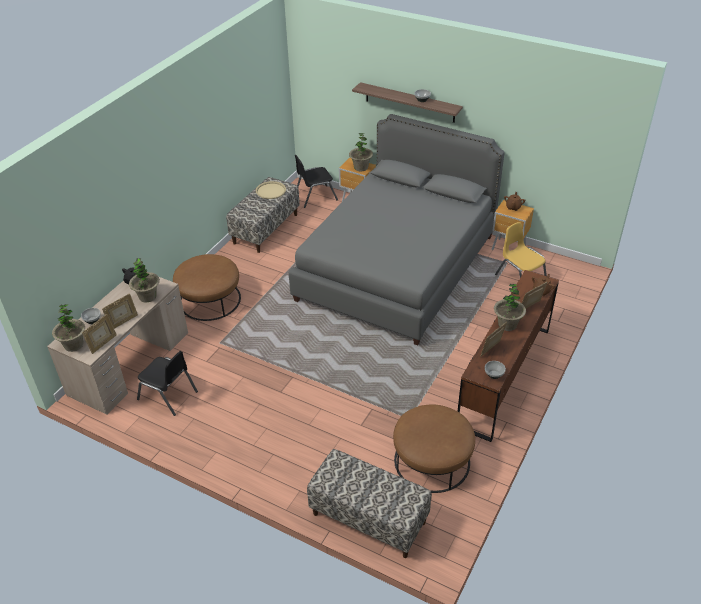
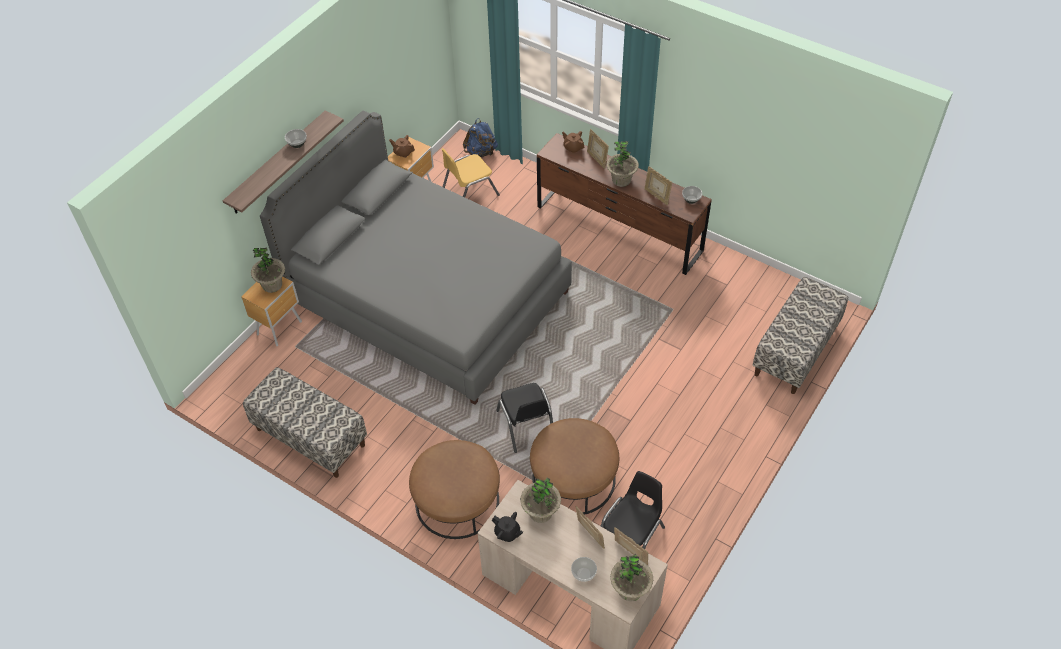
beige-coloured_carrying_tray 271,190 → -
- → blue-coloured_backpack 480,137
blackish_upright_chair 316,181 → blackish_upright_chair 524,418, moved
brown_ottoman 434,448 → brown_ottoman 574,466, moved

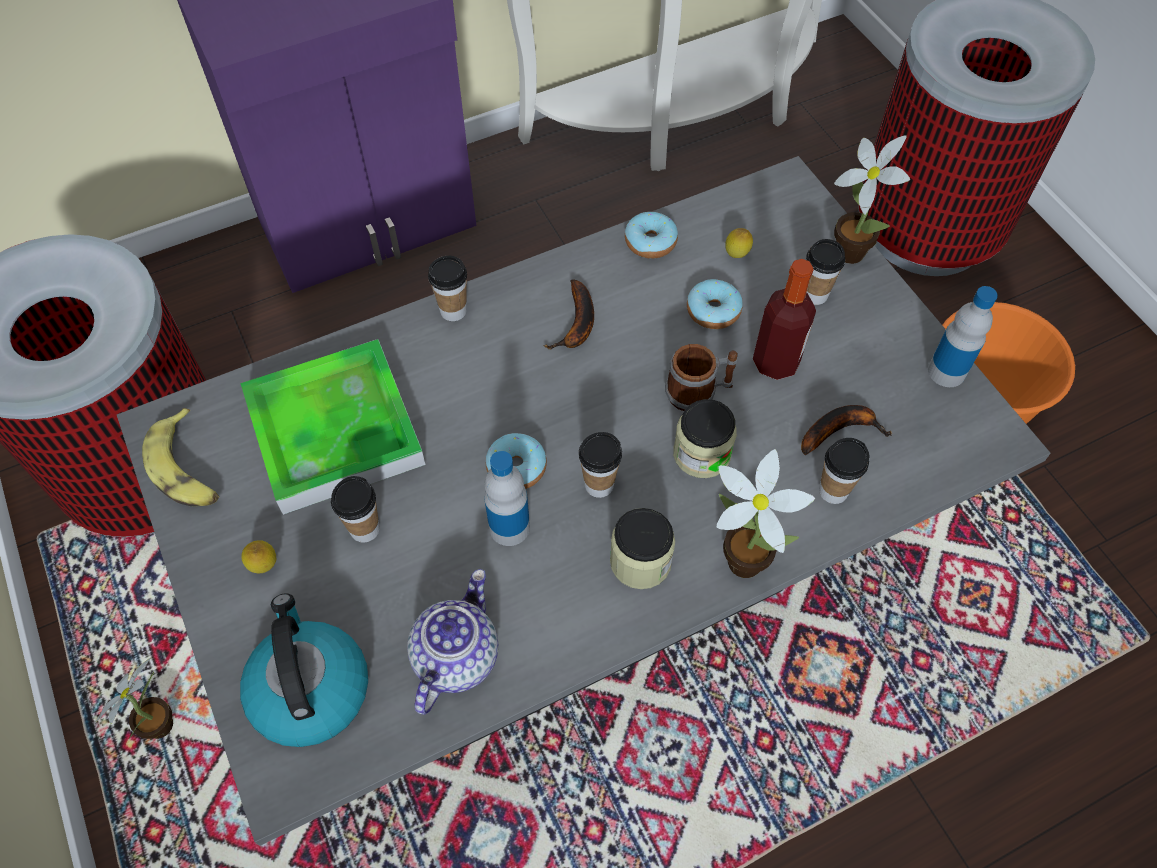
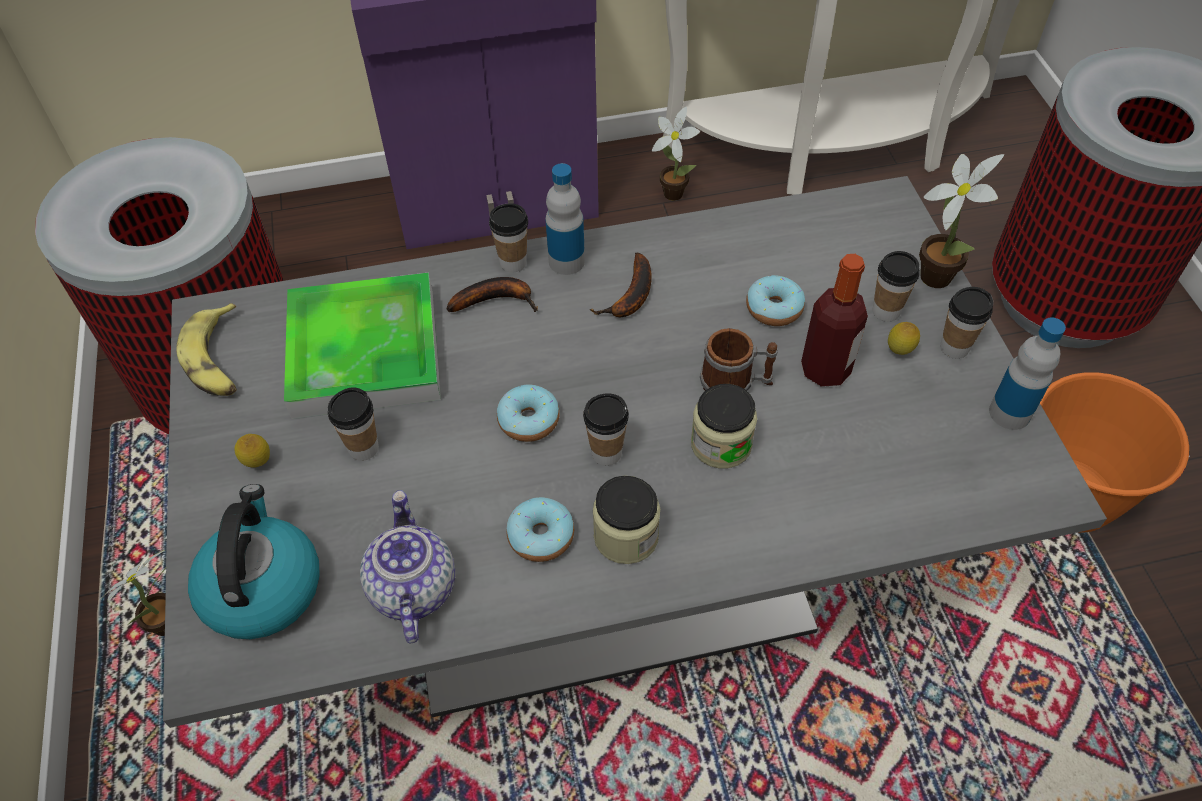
bottle 507,498 → bottle 565,219, moved
ring_doughnut 651,235 → ring_doughnut 540,529, moved
houseplant 766,513 → houseplant 676,153, moved
lemon 739,243 → lemon 904,338, moved
banana_fruit 846,430 → banana_fruit 492,294, moved
drinking_cup 844,471 → drinking_cup 966,323, moved
teapot 452,642 → teapot 407,567, 45 degrees counterclockwise

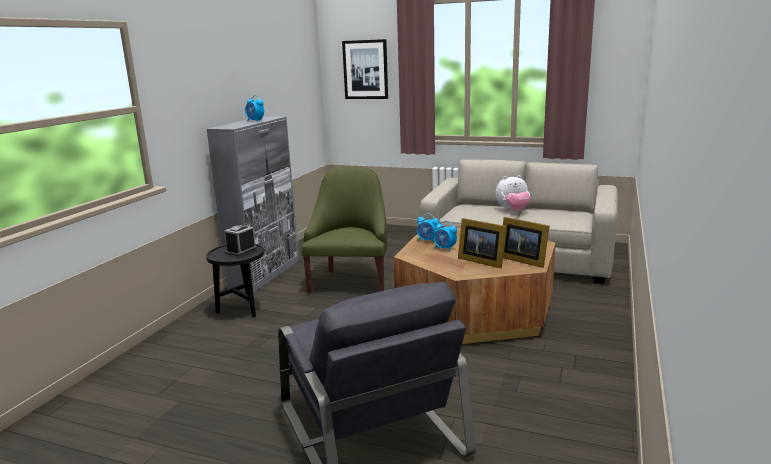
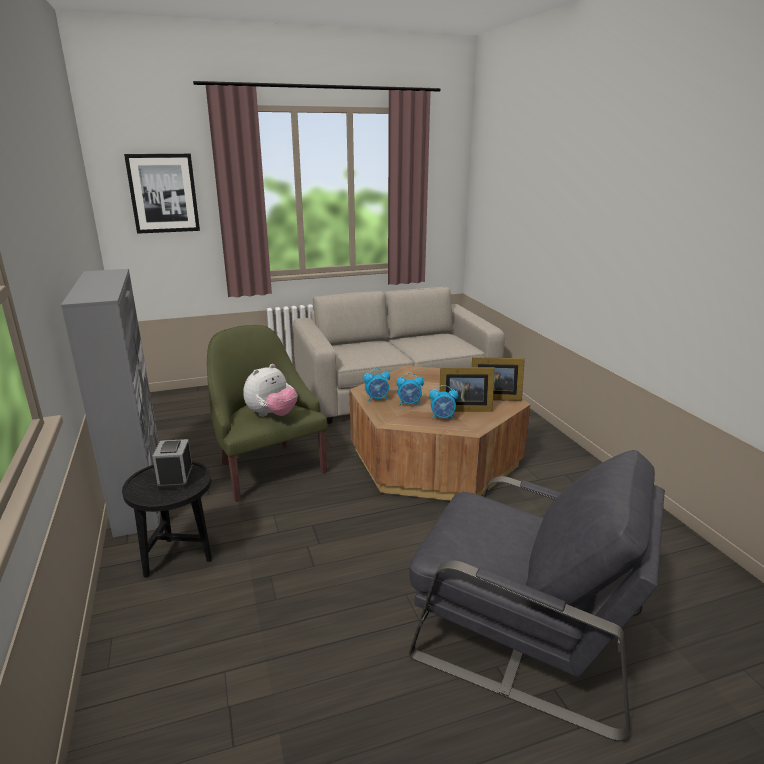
alarm_clock 254,108 → alarm_clock 443,402, moved
plush_toy 512,193 → plush_toy 270,390, moved

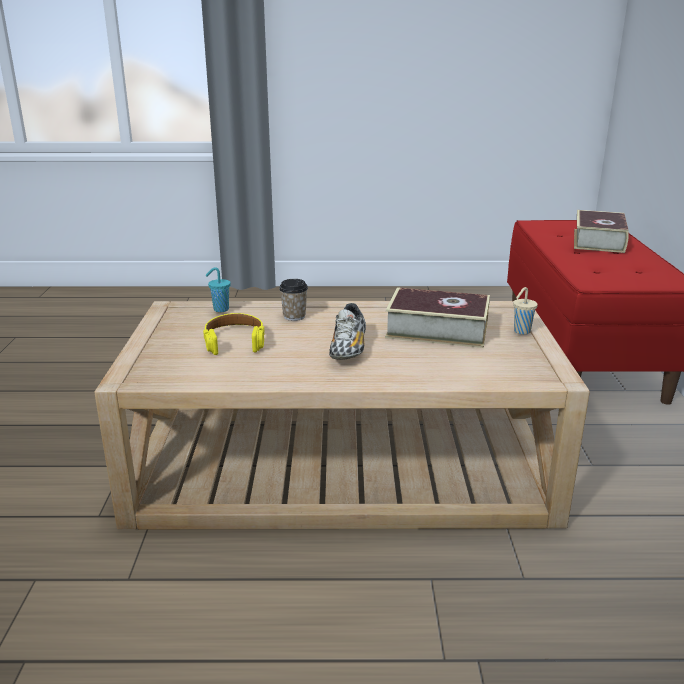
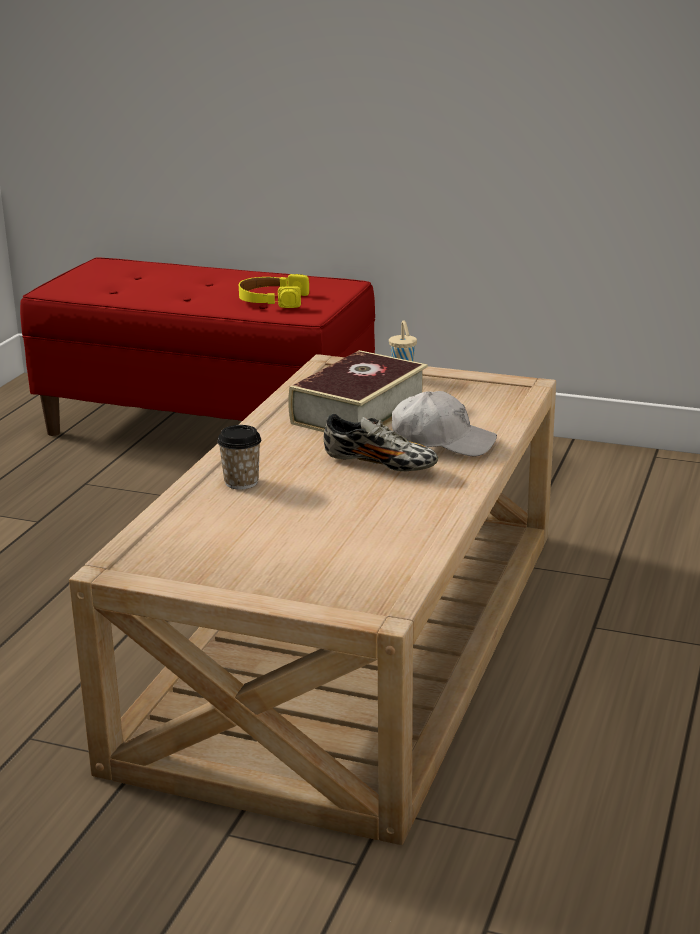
blue-green_drinking_cup 218,289 → -
bound_book 601,231 → -
- → white-coloured_peaked_cap 444,424
yellow_pair_of_headphones 234,334 → yellow_pair_of_headphones 274,291, moved

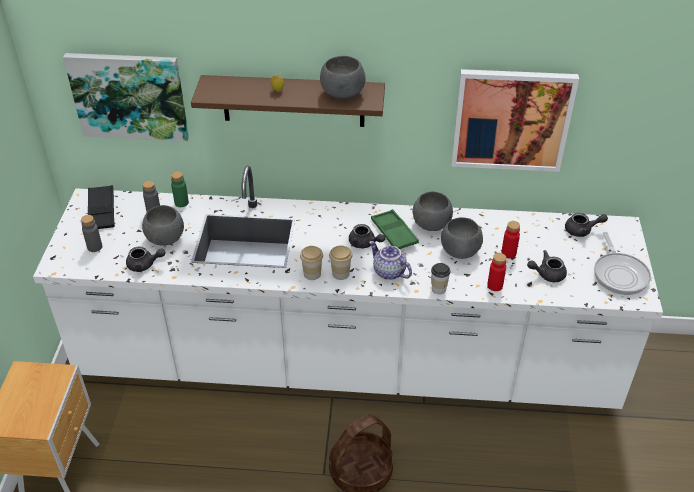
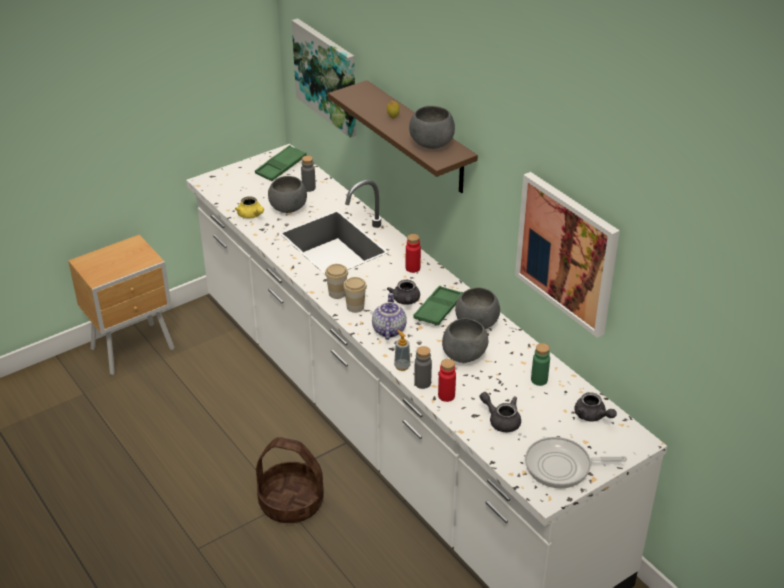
gray_bottle 91,233 → gray_bottle 423,367, moved
green_bottle 180,189 → green_bottle 540,364, moved
reddish_bottle 510,239 → reddish_bottle 413,253, moved
drinking_cup 440,278 → soap_bottle 402,350
blackish_carrying_tray 101,207 → green_carrying_tray 281,163
gray_teapot 146,259 → yellow_teapot 249,207
skillet 622,263 → skillet 576,463, 45 degrees clockwise

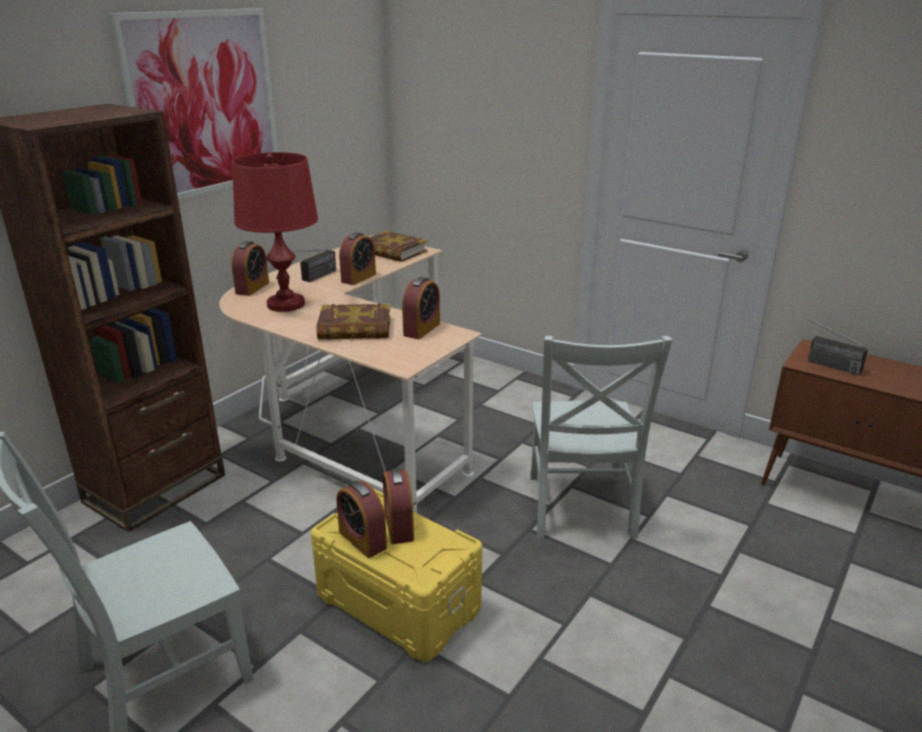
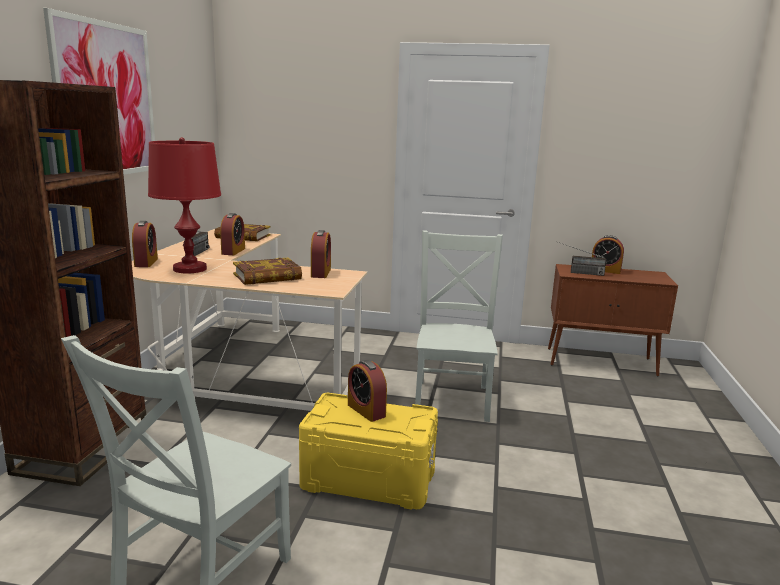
alarm_clock 361,519 → alarm_clock 608,254, moved
gray_upright_chair 601,437 → gray_upright_chair 459,326, 150 degrees counterclockwise

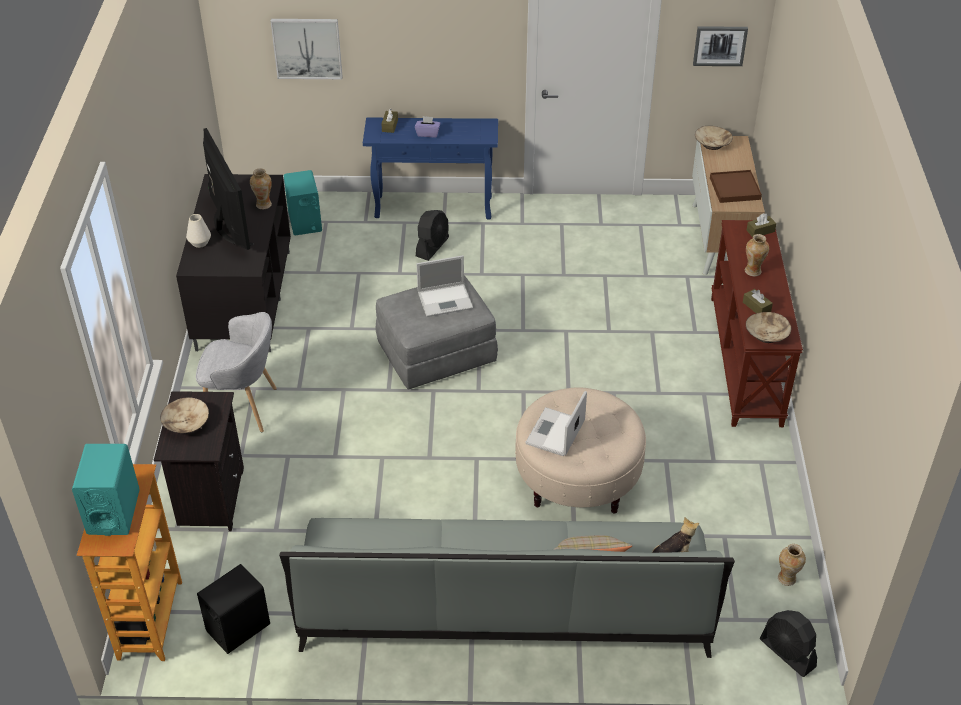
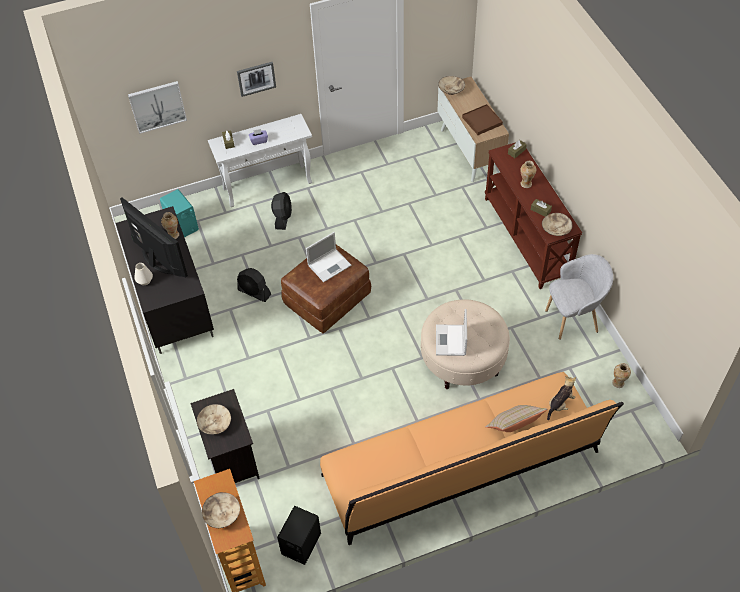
gray_easy_chair 236,372 → gray_easy_chair 579,297, moved
picture 720,46 → picture 256,79, moved
blackish_cooling_fan 788,643 → blackish_cooling_fan 254,285, moved
blue-green_speaker 106,490 → beige-coloured_serving_bowl 221,510
gray_sofa 507,588 → orange_sofa 472,458
blue-coloured_console_table 430,168 → white-coloured_console_table 260,160
gray_ottoman 436,333 → brown_ottoman 326,289

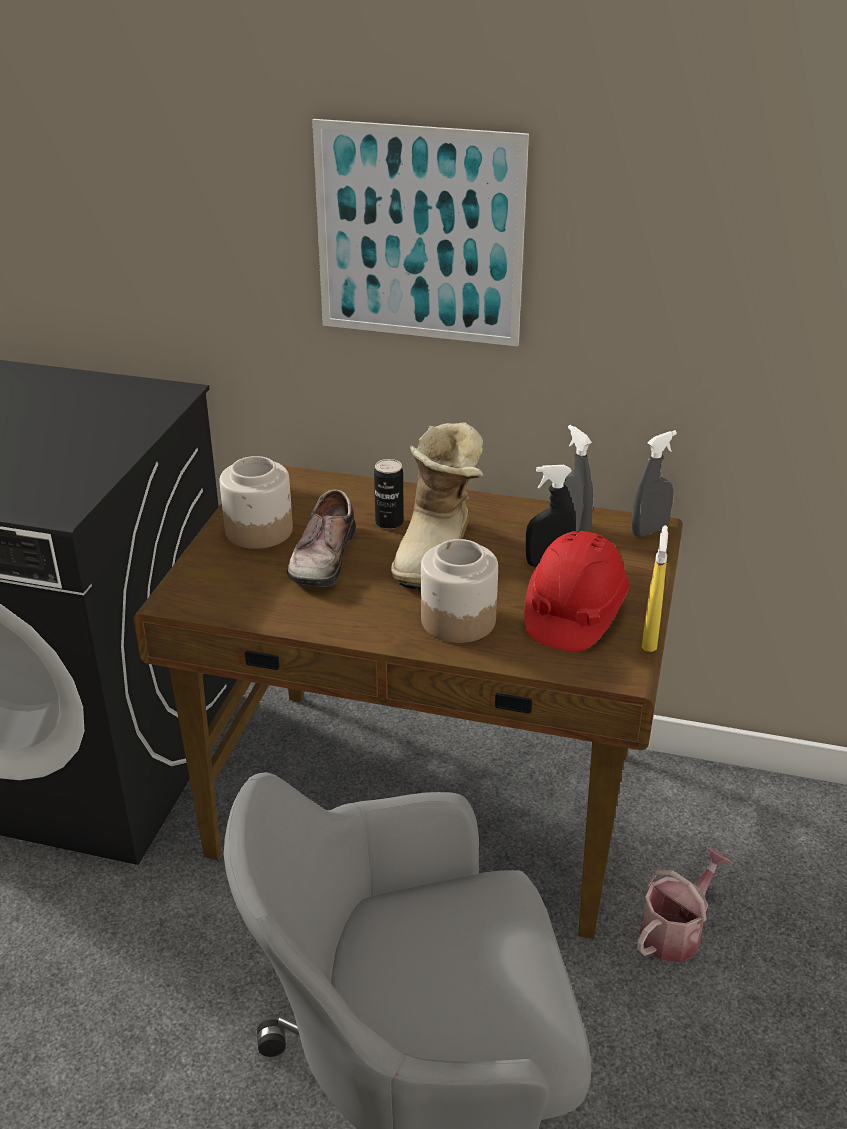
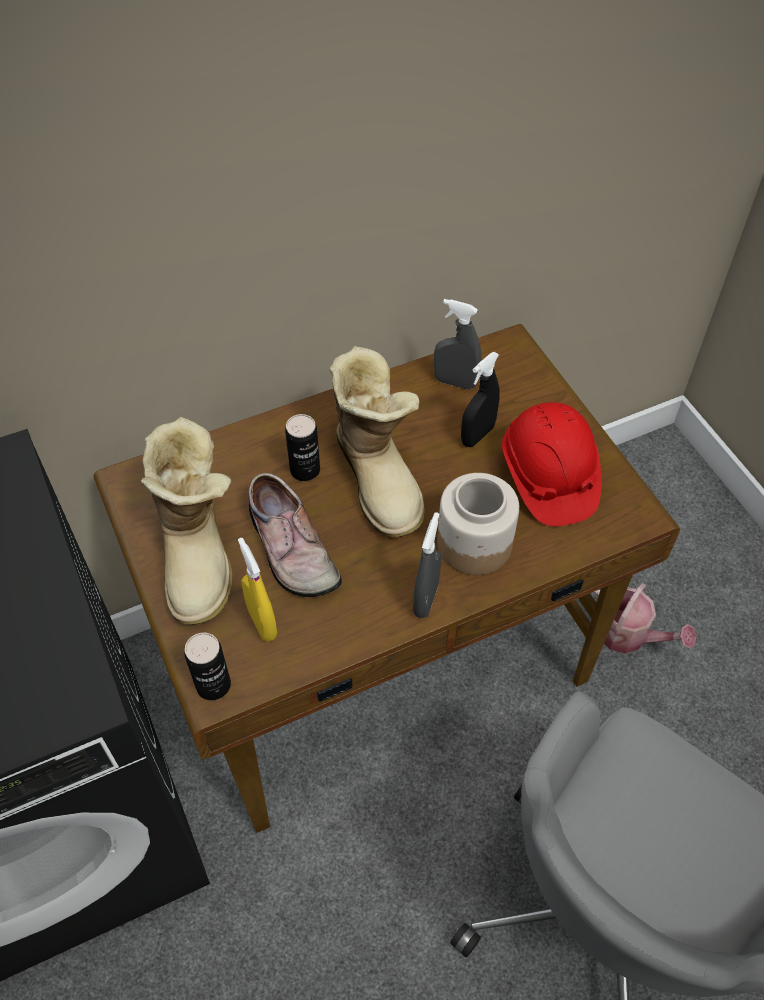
picture 420,232 → -
- → metal_can 208,666
gray_sprayer 654,483 → gray_sprayer 427,565, moved
yellow_sprayer 655,588 → yellow_sprayer 257,590, moved
preserve_jar 256,502 → tall_boot 187,521
watering_pot 684,905 → watering_pot 645,618, 120 degrees clockwise

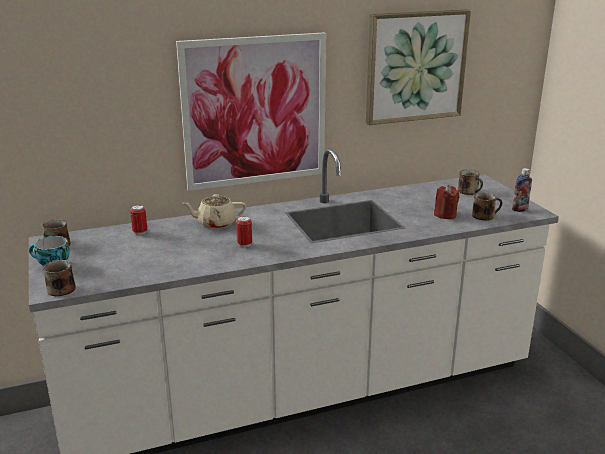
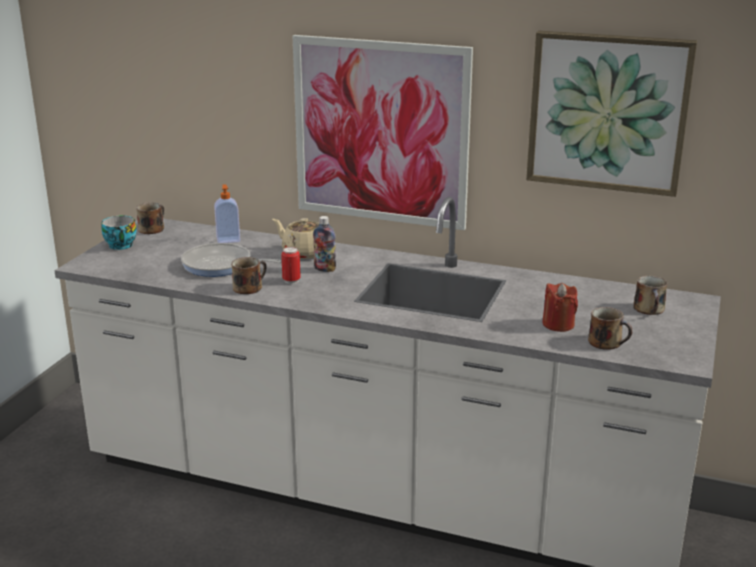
- → skillet 231,260
tea_mug 59,278 → tea_mug 248,275, moved
bottle 522,190 → bottle 324,244, moved
metal_can 138,220 → soap_bottle 227,213

